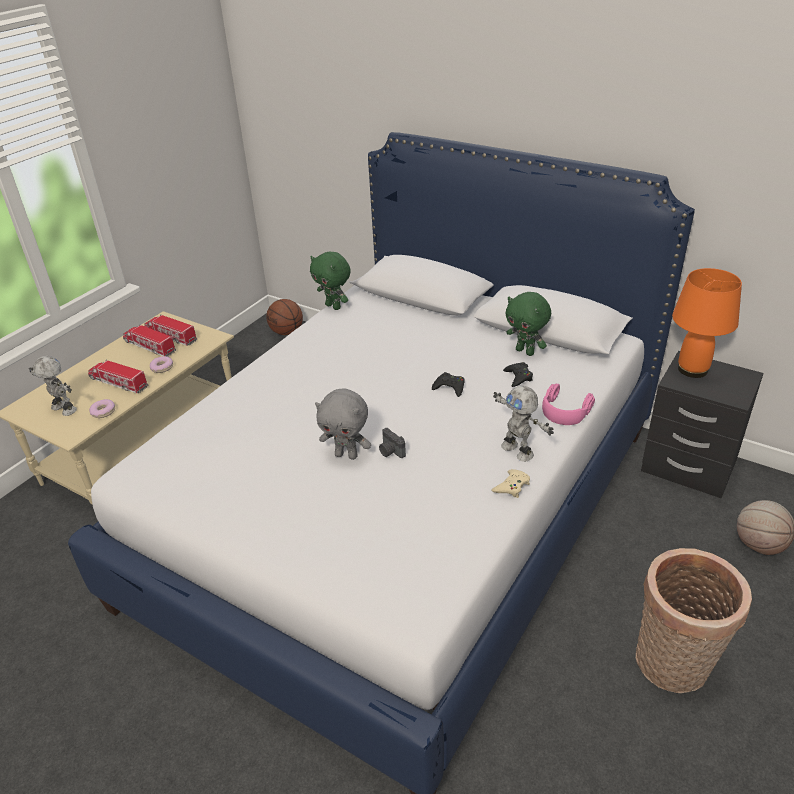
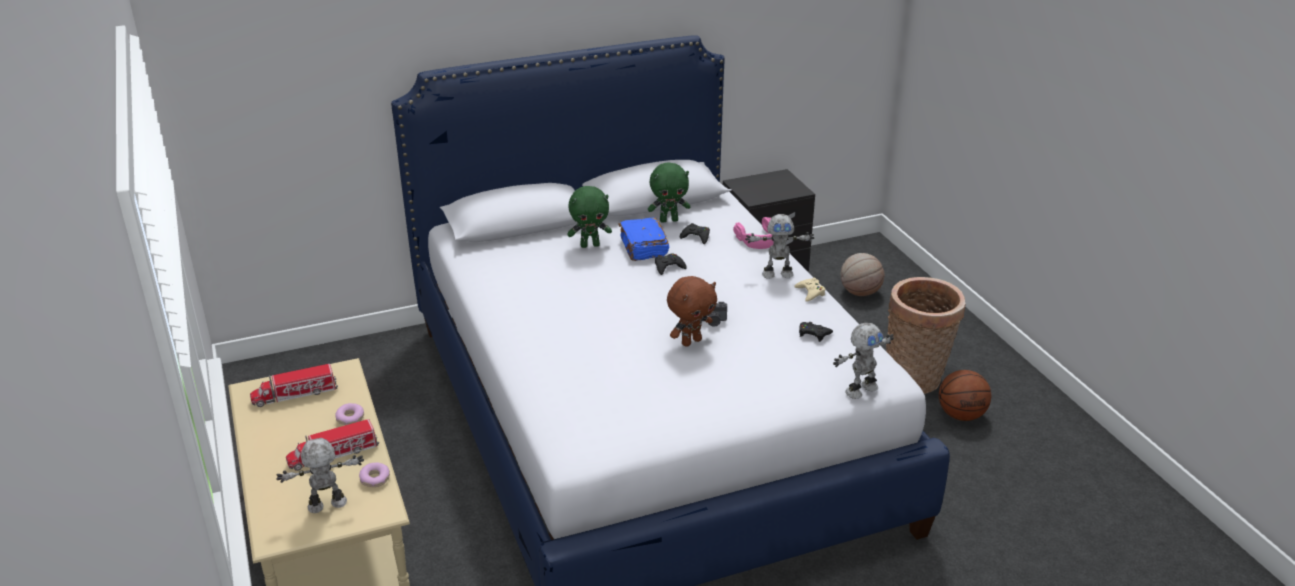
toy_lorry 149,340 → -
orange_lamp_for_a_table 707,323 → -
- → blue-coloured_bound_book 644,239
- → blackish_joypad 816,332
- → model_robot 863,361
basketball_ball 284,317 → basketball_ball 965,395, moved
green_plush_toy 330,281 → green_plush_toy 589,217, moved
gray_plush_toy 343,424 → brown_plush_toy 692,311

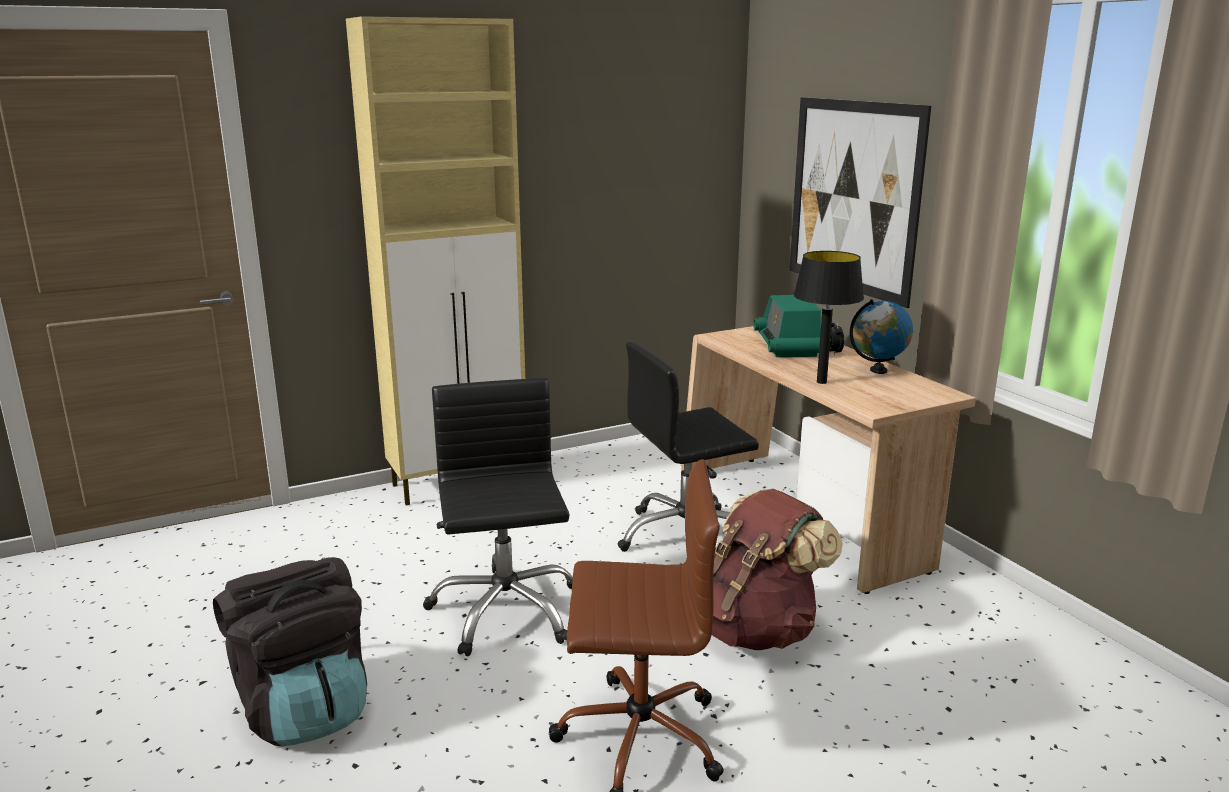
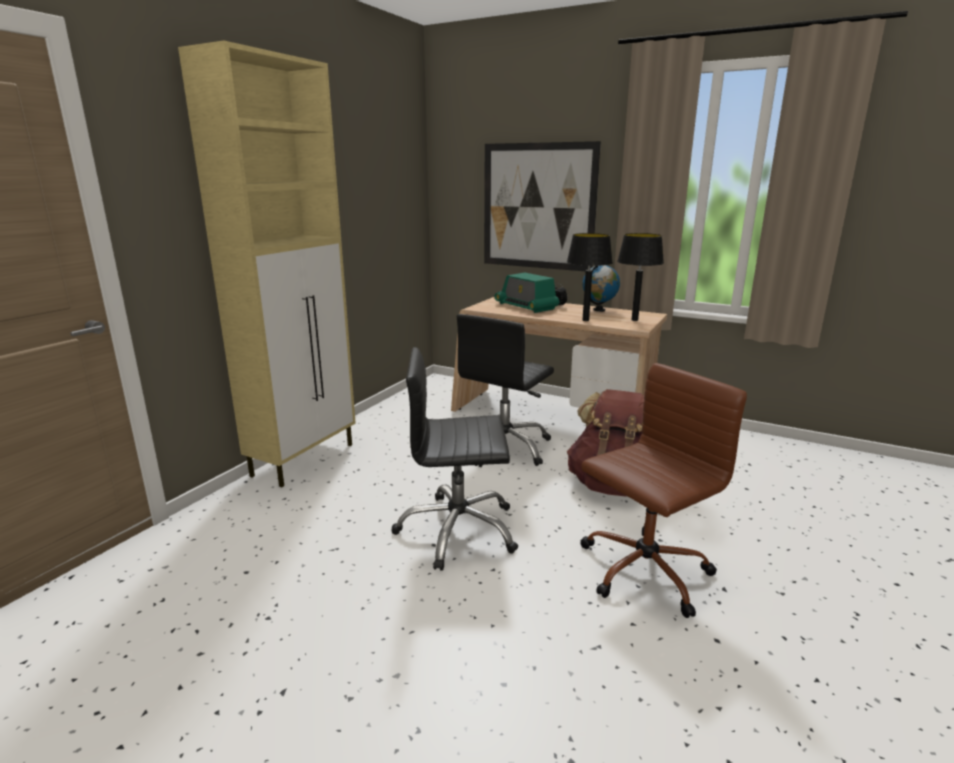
blackish_backpack 290,651 → -
- → blackish_lamp_for_a_table 640,277
blackish_office_chair 498,517 → blackish_office_chair 454,459, 45 degrees counterclockwise

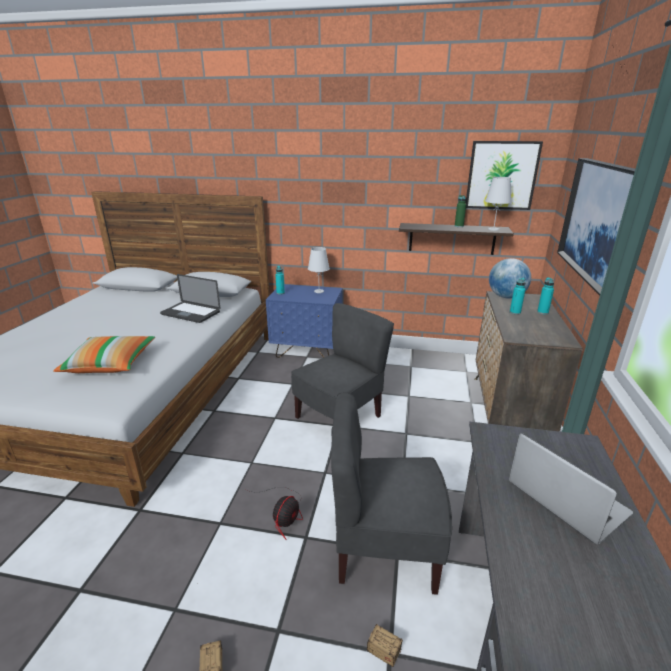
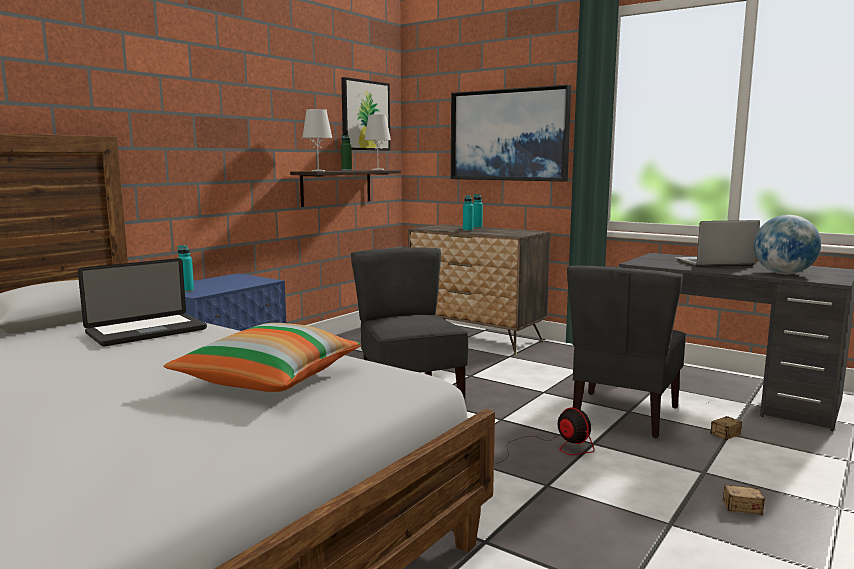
white-coloured_lamp_for_a_table 319,270 → white-coloured_lamp_for_a_table 317,140, moved
world_globe 510,278 → world_globe 787,244, moved

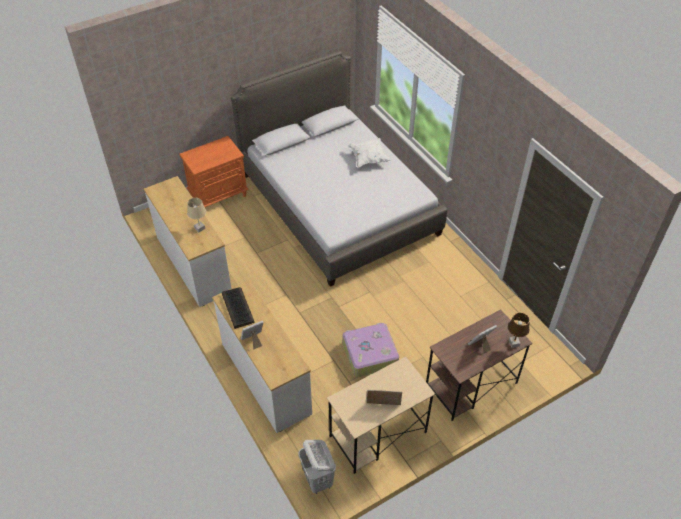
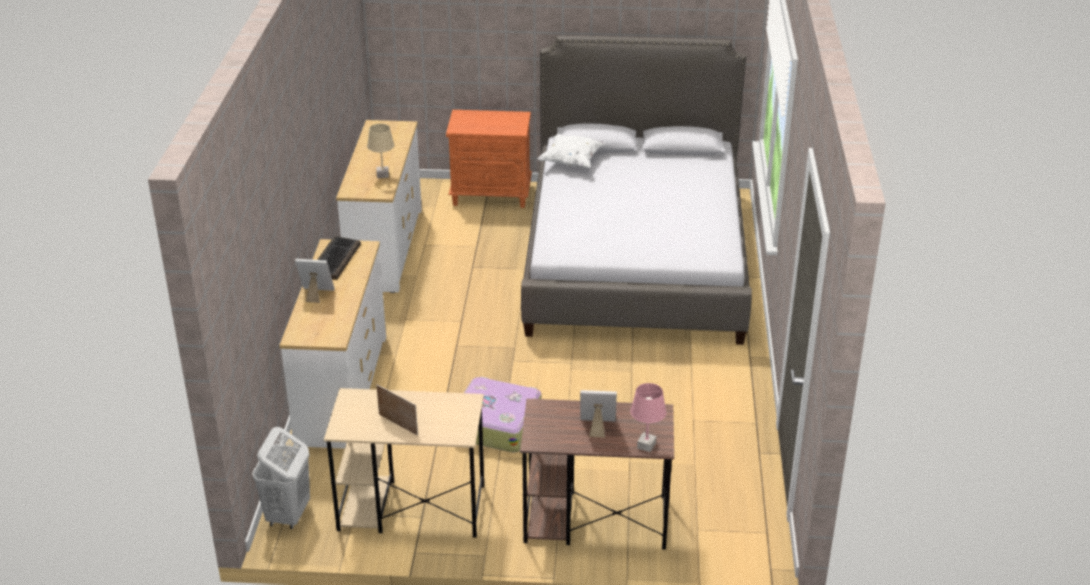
white-coloured_throw_pillow 370,153 → white-coloured_throw_pillow 571,151, moved
brown_lamp_for_a_table 519,330 → pink-coloured_lamp_for_a_table 648,417

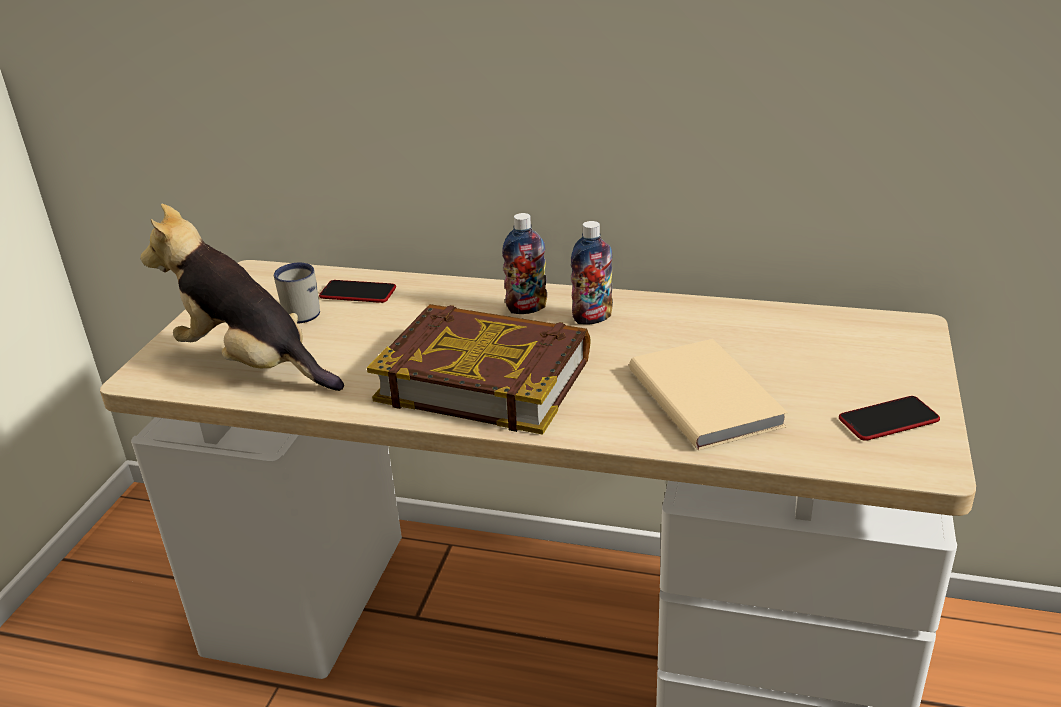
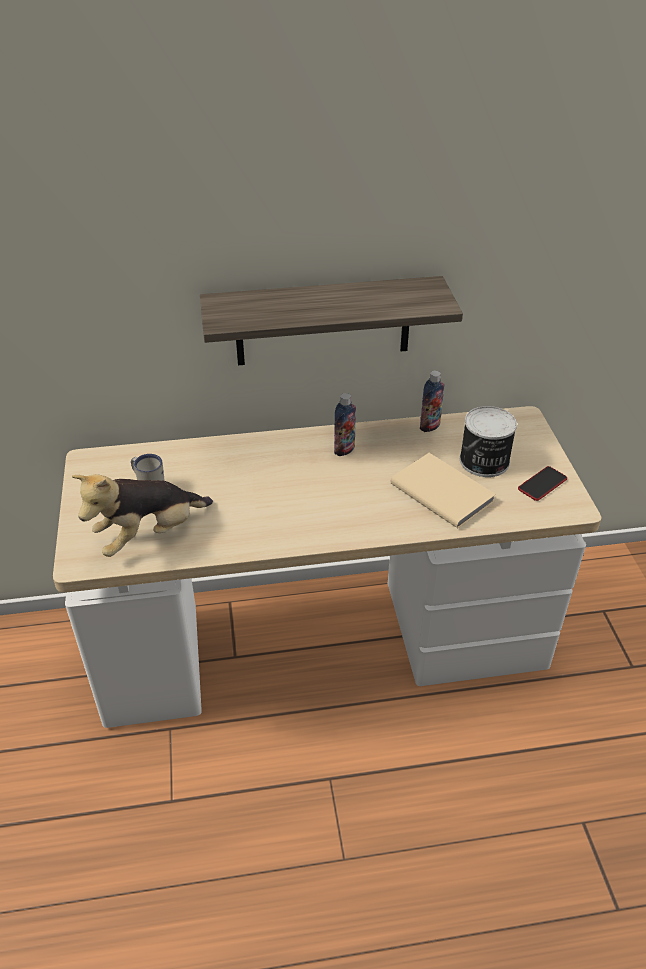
handset 357,291 → -
bound_book 479,369 → -
- → bracket_shelf 331,320
- → metal_can 488,441
bottle 524,263 → bottle 432,401, moved
plush_toy 242,297 → plush_toy 142,515, 45 degrees counterclockwise

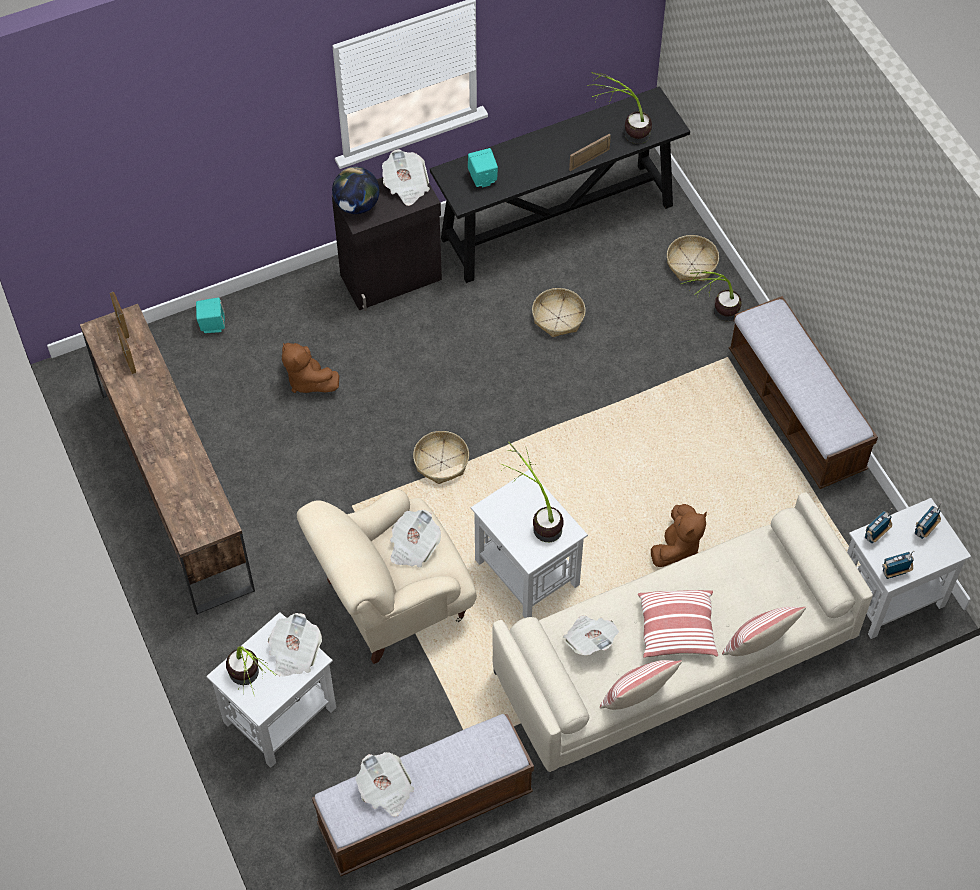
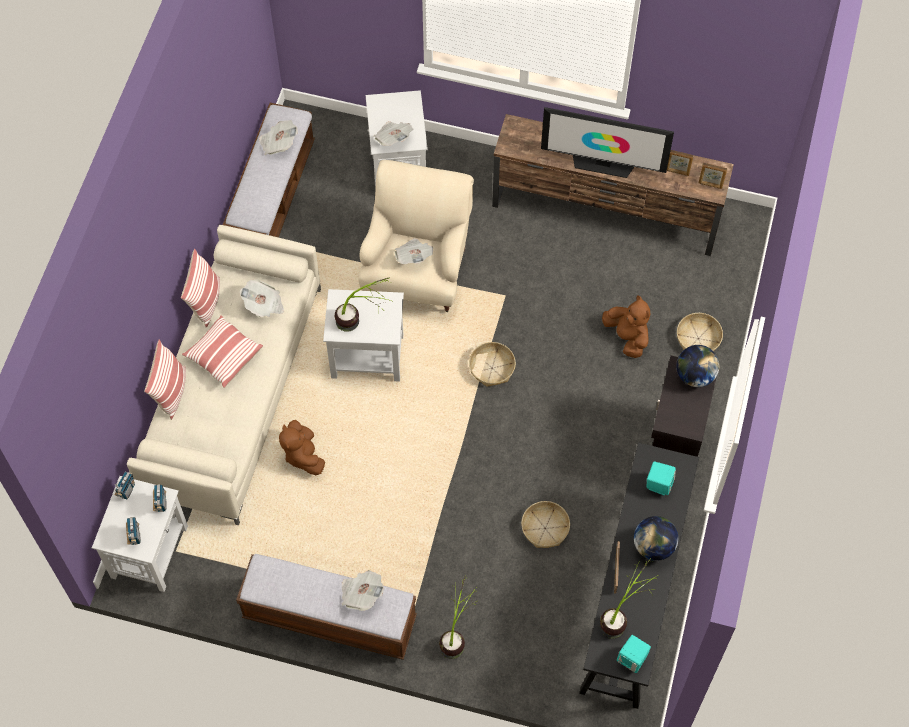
houseplant 251,670 → -
- → television 607,142
- → world_globe 656,538
blue-green_speaker 210,315 → blue-green_speaker 634,654, moved
daily_paper 406,177 → daily_paper 363,590, moved
storage_basket 693,258 → storage_basket 700,332, moved
brown_plush_toy 310,368 → brown_plush_toy 626,326, 60 degrees clockwise

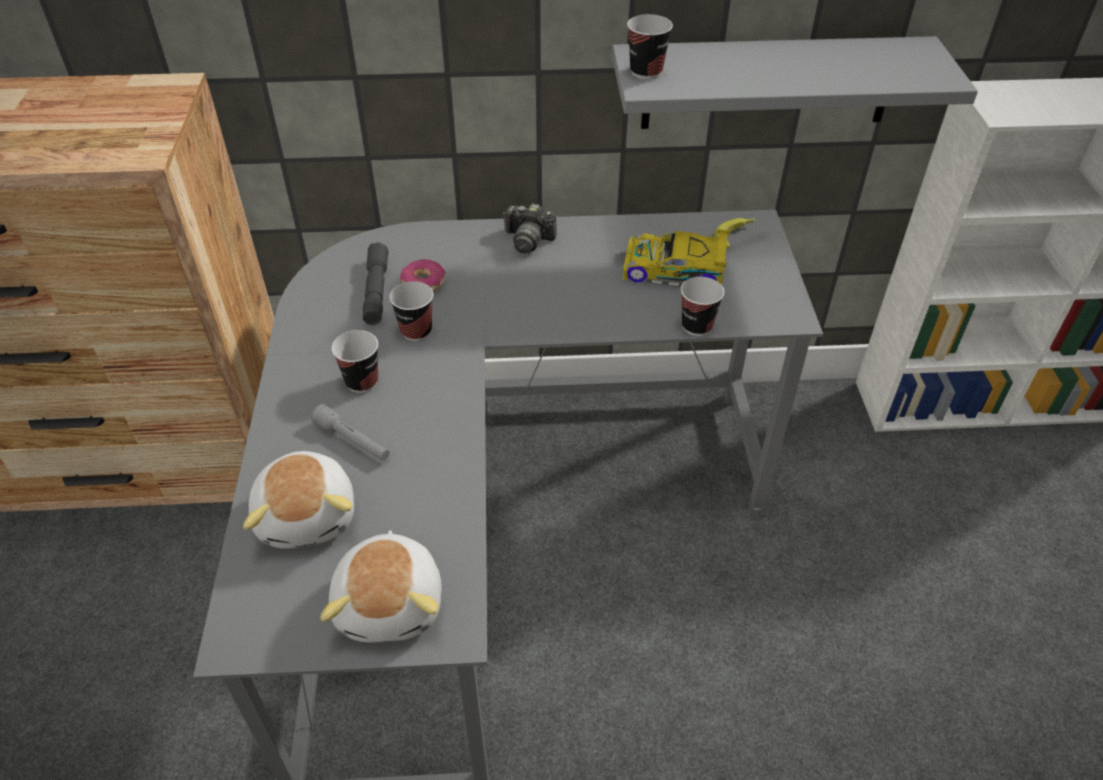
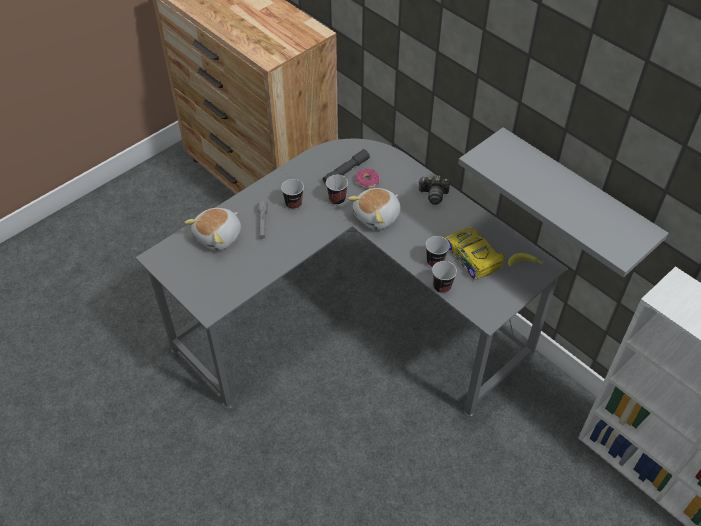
plush_toy 381,586 → plush_toy 374,209, moved
drinking_cup 650,46 → drinking_cup 438,251, moved
still_camera 530,228 → still_camera 434,190, 60 degrees counterclockwise

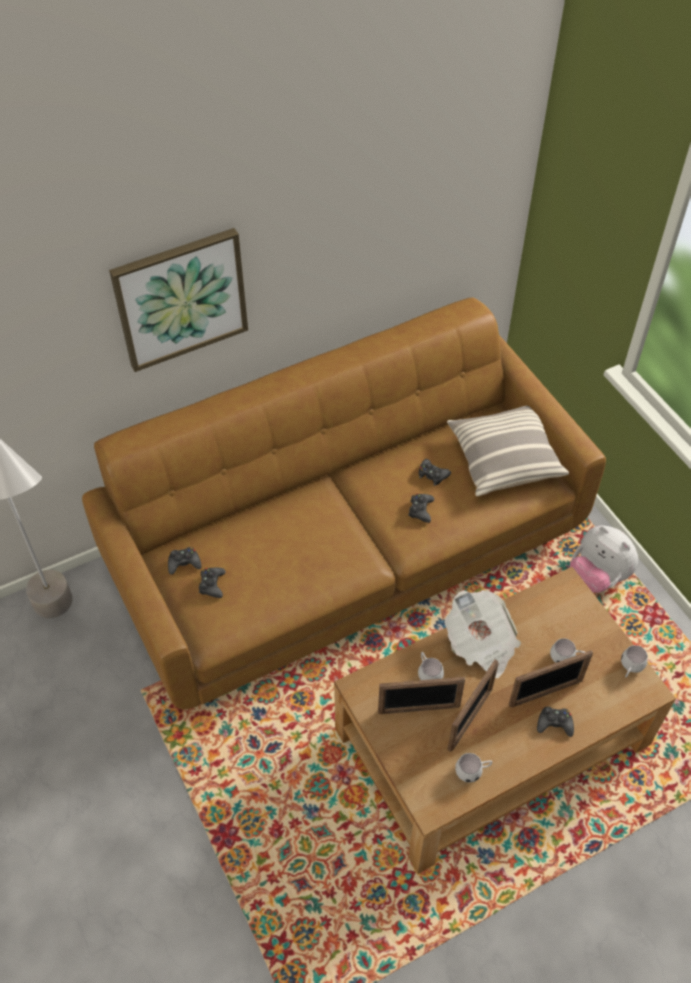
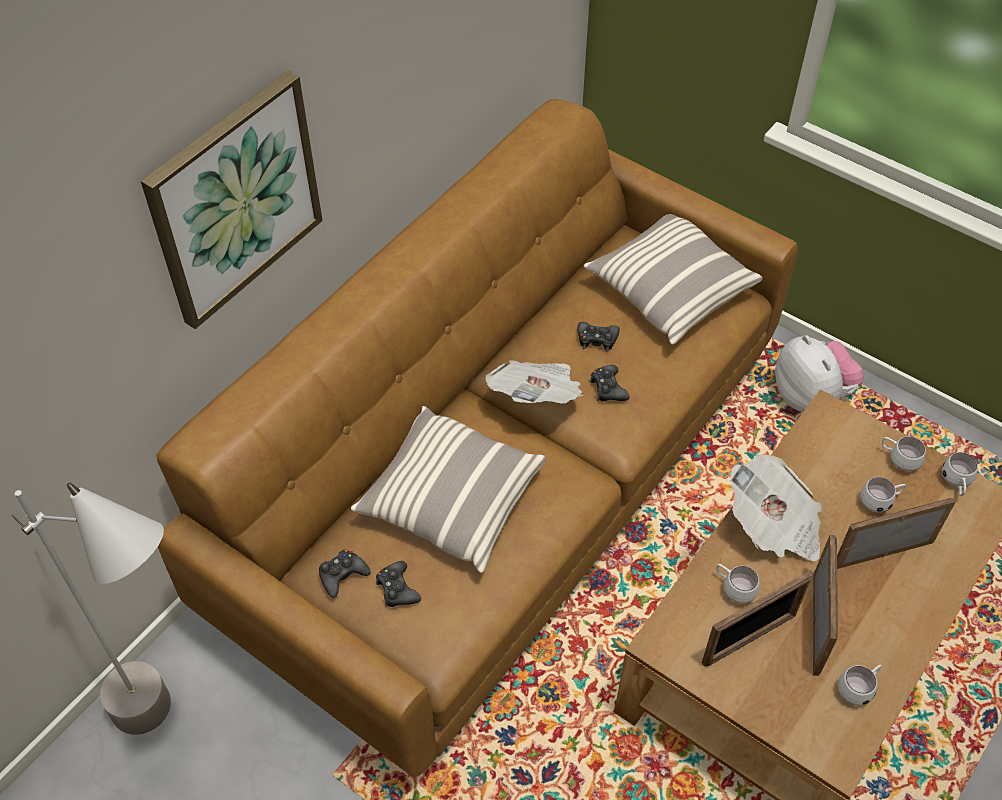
blackish_joypad 555,722 → -
- → throw_pillow 448,489
- → daily_paper 534,382
- → white-coloured_tea_mug 904,453
photo_frame 550,678 → photo_frame 896,533, 150 degrees counterclockwise
plush_toy 604,559 → plush_toy 819,373, 135 degrees counterclockwise

